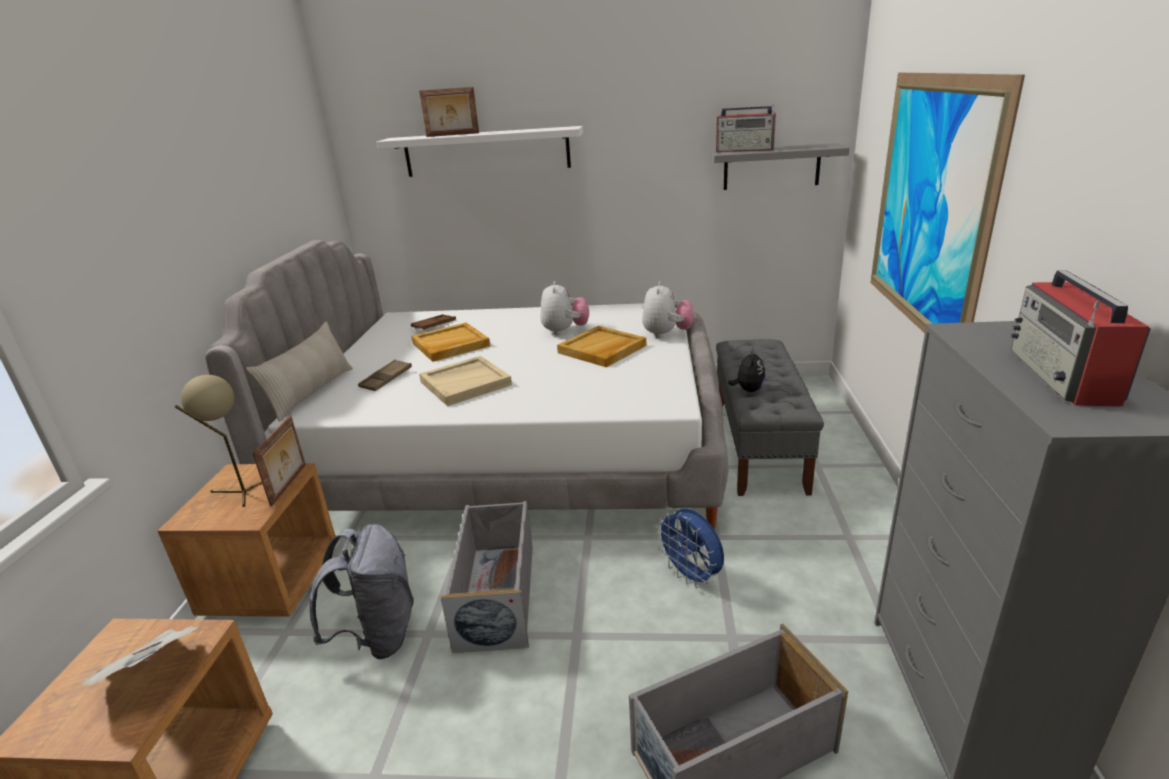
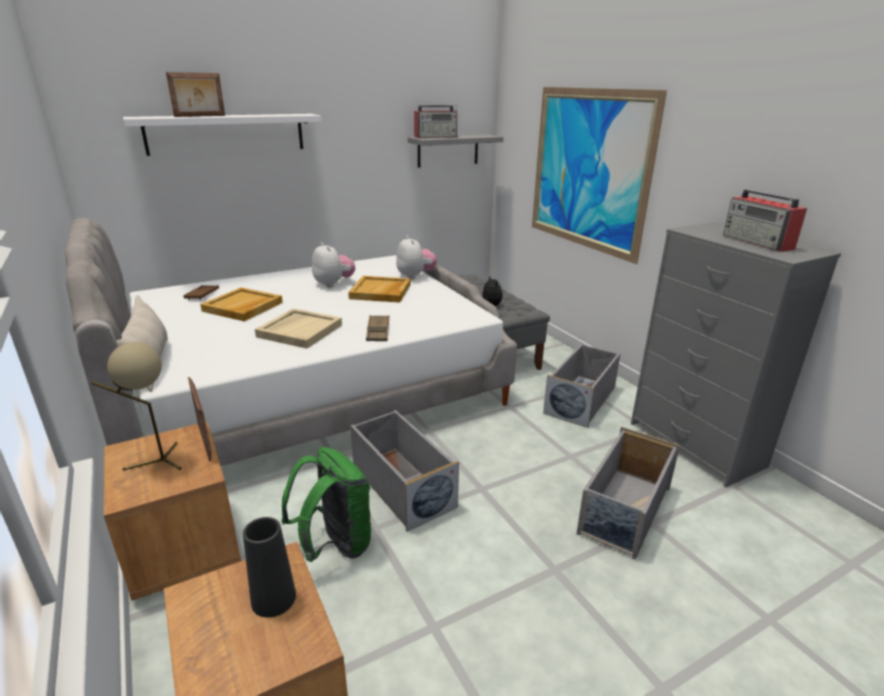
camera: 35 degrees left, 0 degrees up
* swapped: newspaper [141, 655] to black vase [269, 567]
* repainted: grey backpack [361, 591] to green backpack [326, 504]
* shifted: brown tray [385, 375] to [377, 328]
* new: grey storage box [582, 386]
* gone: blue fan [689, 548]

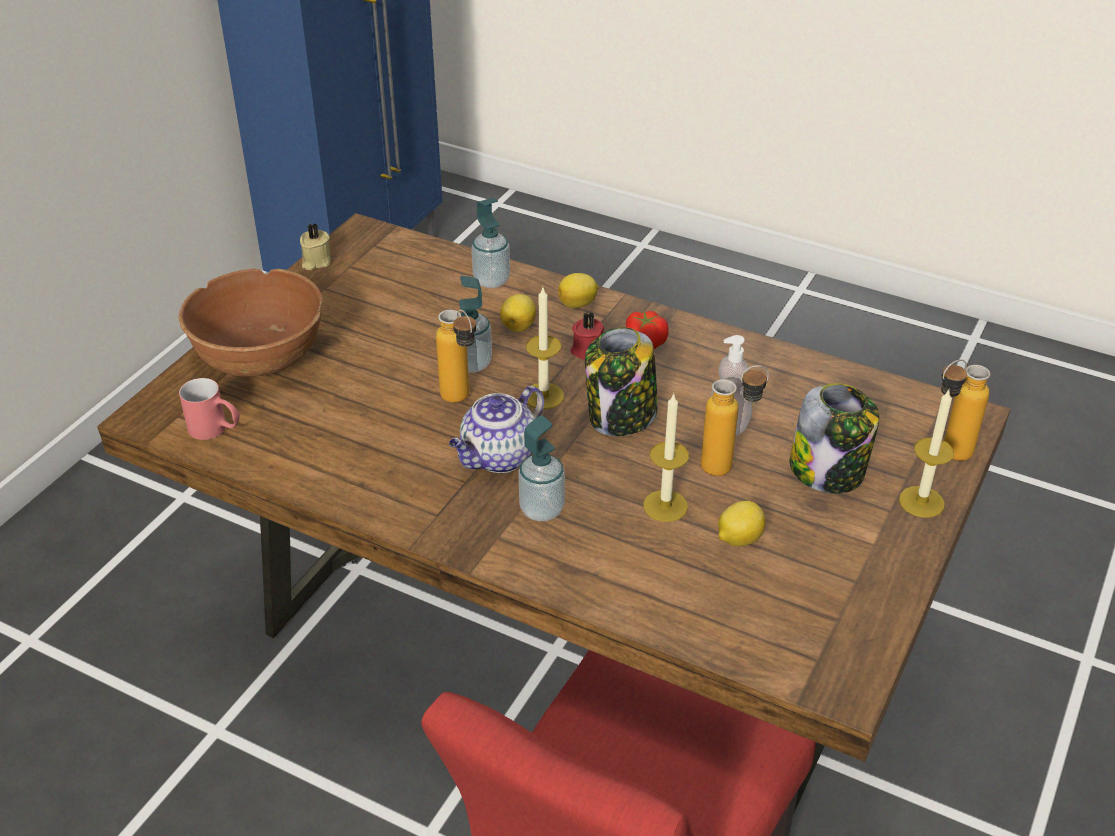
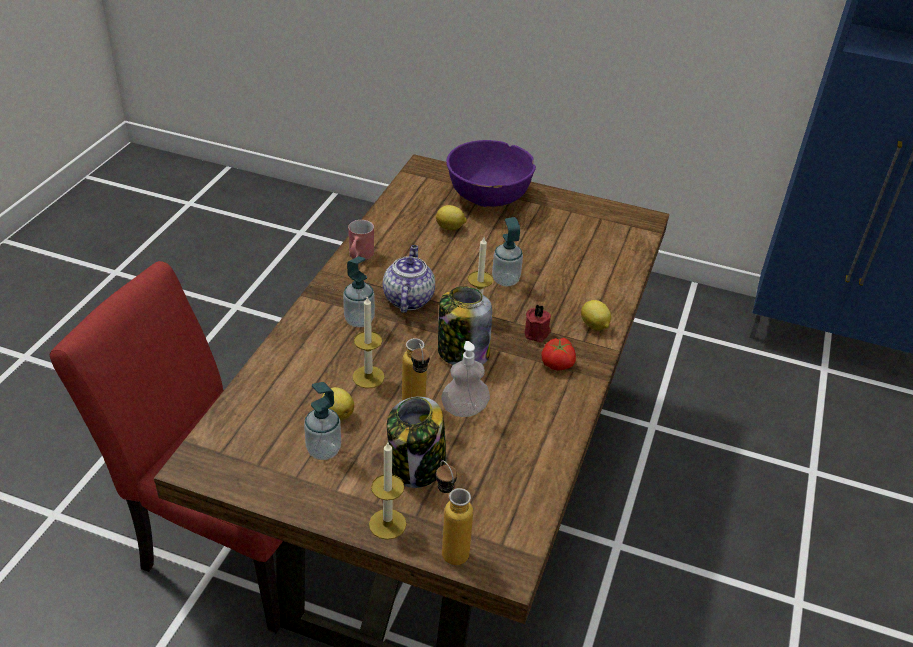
camera: 80 degrees right, 0 degrees up
* shifted: soap dispenser [490, 243] to [322, 421]
* shifted: red mug [209, 409] to [361, 240]
* rotated: teapot [496, 429] = [409, 279] 60 degrees clockwise
* shifted: lemon [518, 313] to [451, 217]
* repainted: brown bowl [251, 322] to purple bowl [491, 173]
* gone: beige candle [315, 246]
* gone: bottle [456, 356]

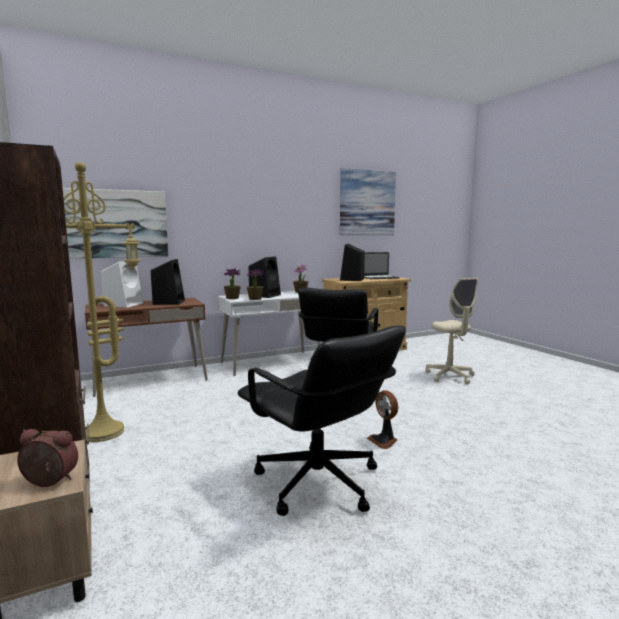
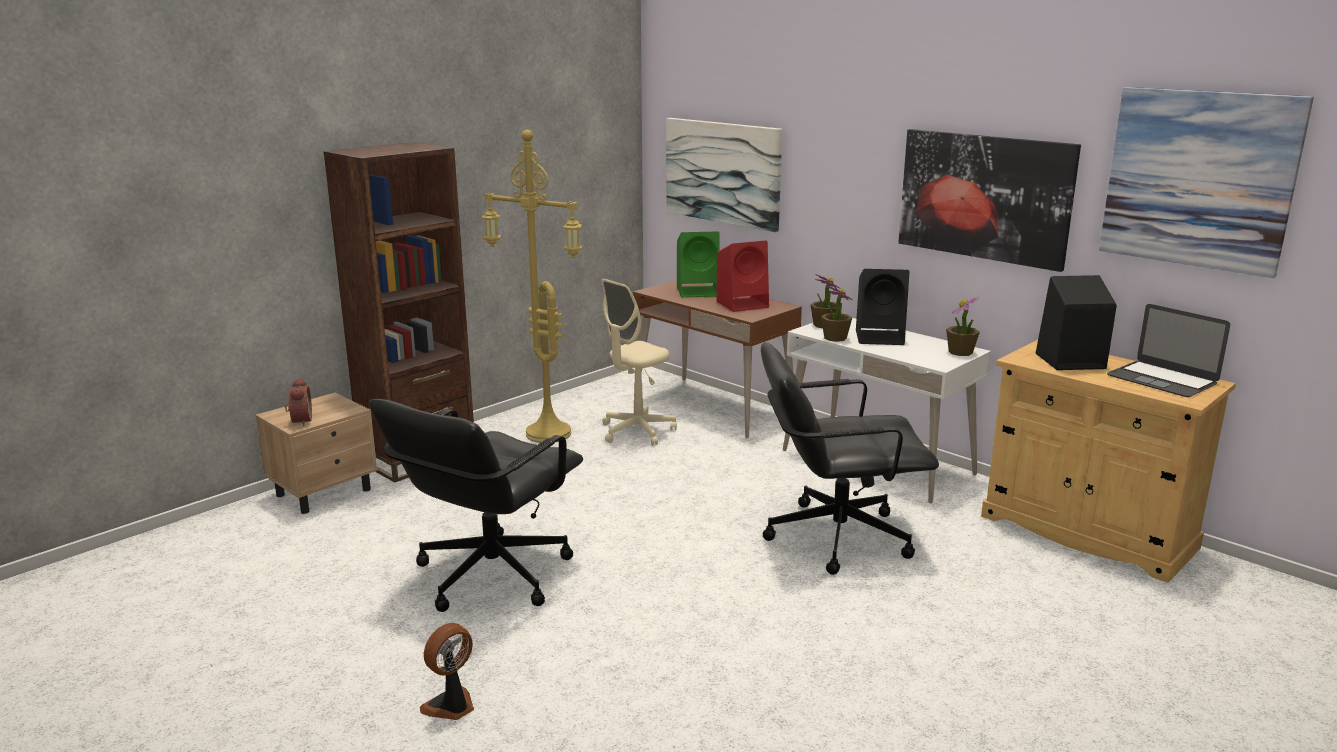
camera: 70 degrees right, 10 degrees up
* shifted: fan [382, 419] to [447, 671]
* shifted: beige office chair [451, 331] to [639, 362]
* repainted: white speaker [122, 284] to green speaker [698, 264]
* repainted: black speaker [168, 282] to red speaker [742, 276]
* new: picture [989, 200]

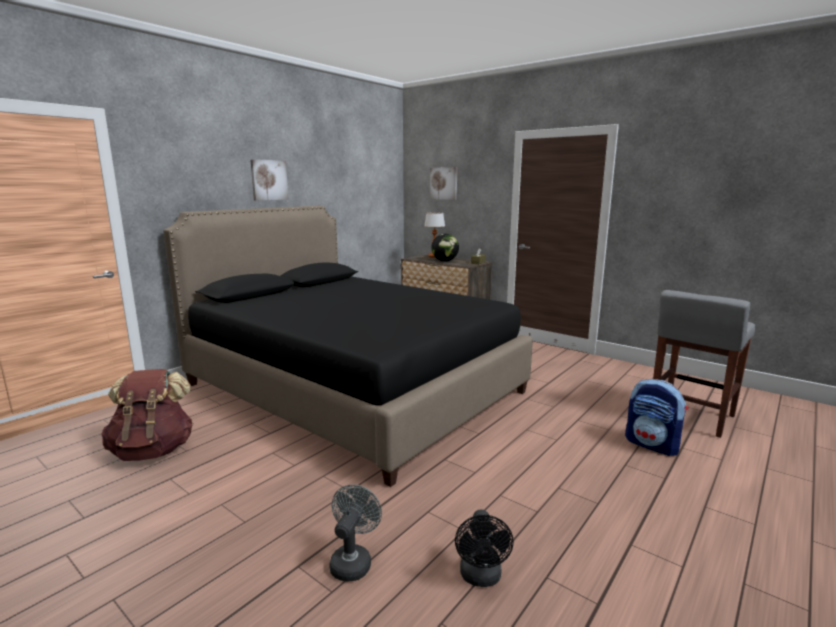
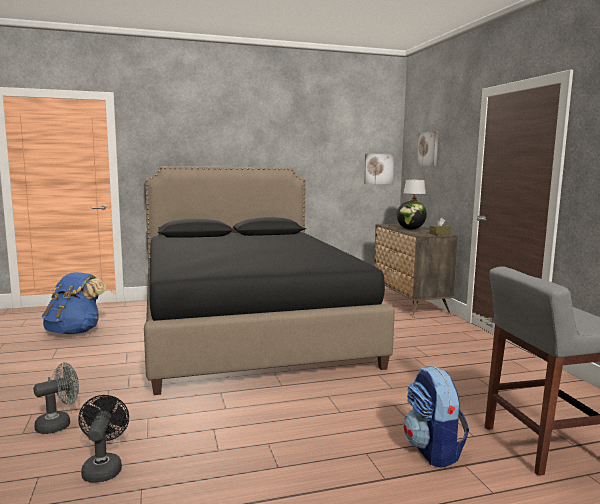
camera: 35 degrees right, 5 degrees down
* repainted: brown backpack [147, 415] to blue backpack [74, 303]
* rotated: black fan [484, 548] = [103, 438] 135 degrees clockwise
* shifted: picture [269, 180] to [379, 168]

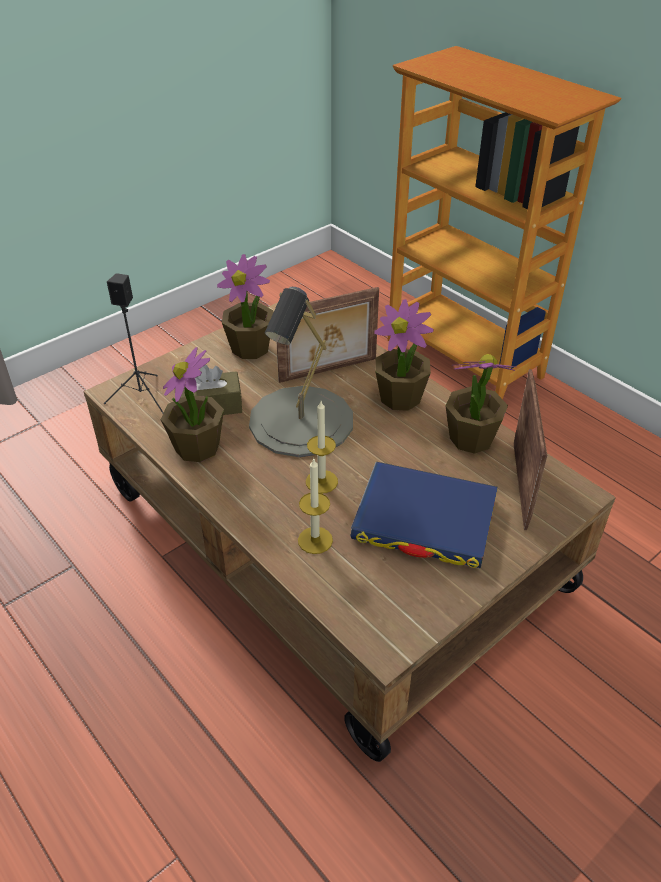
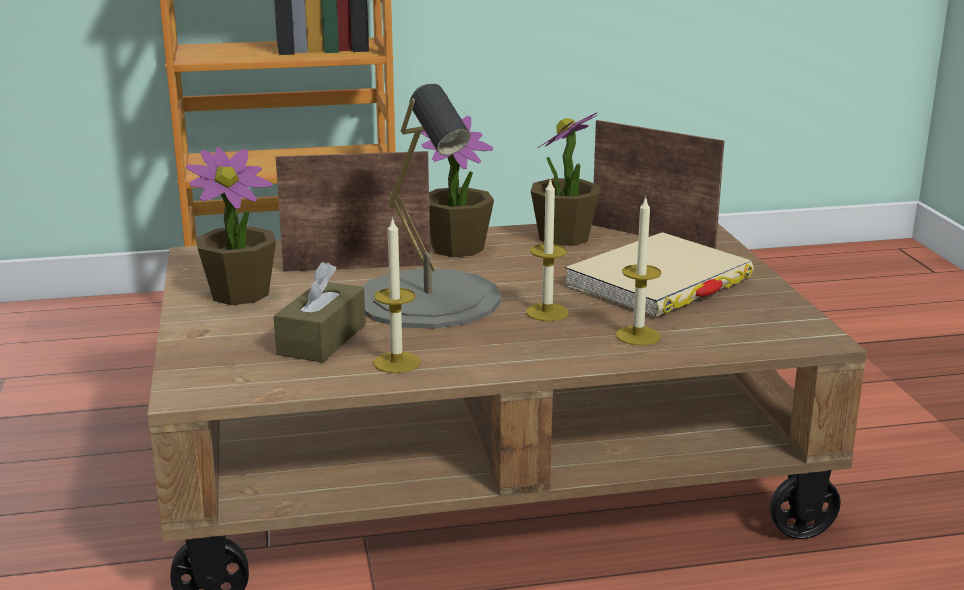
camera: 60 degrees left, 20 degrees down
* rotated: picture frame [327, 335] = [353, 211] 105 degrees counterclockwise
* swapped: potted plant [192, 404] to candle [397, 295]
* repainted: blue book [424, 515] to beige book [659, 274]
* gone: black speaker [133, 343]

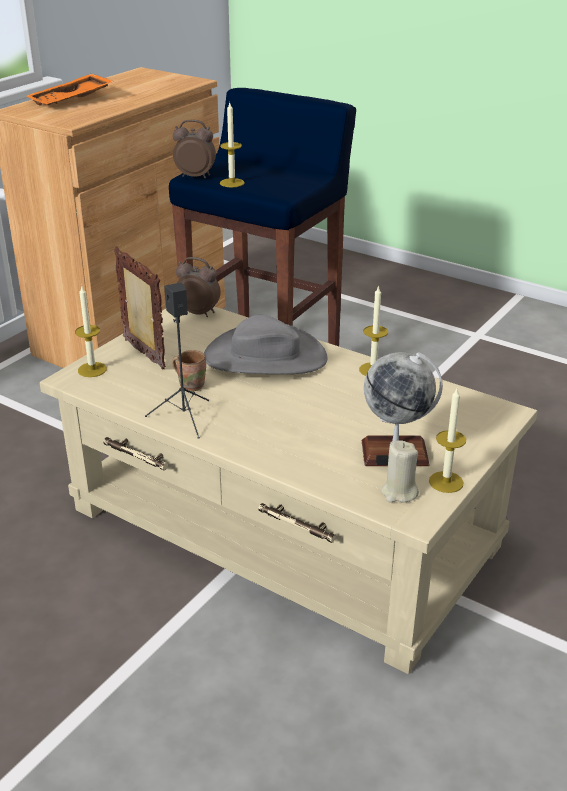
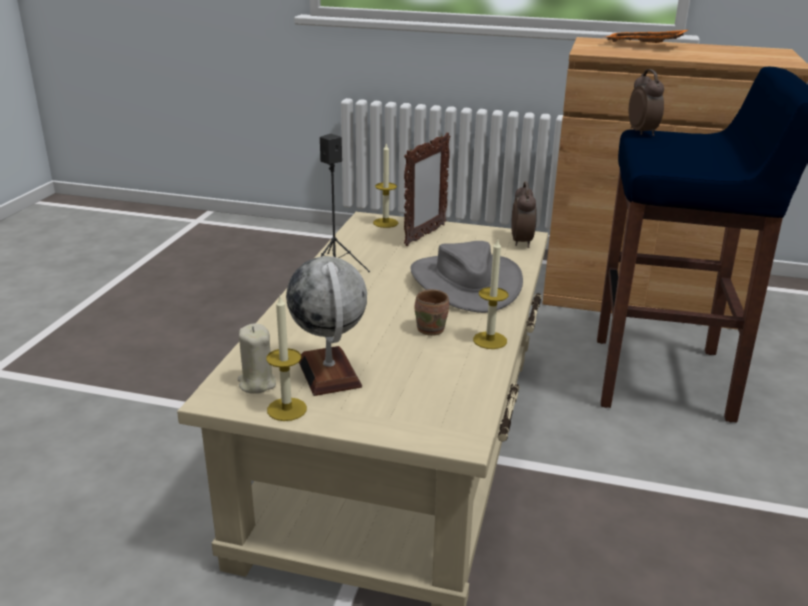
camera: 70 degrees right, 5 degrees down
* shifted: brown mug [189, 371] to [432, 312]
* gone: candle [232, 145]

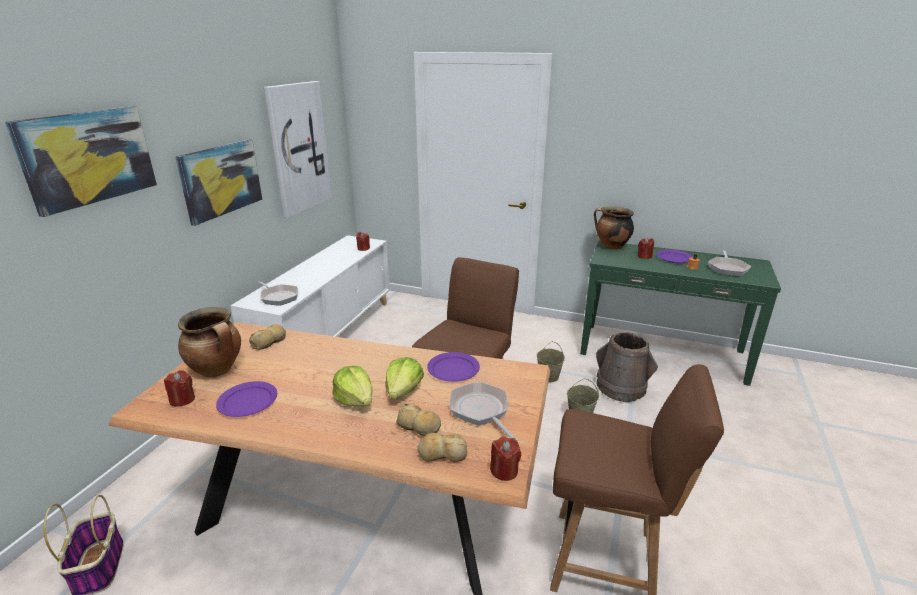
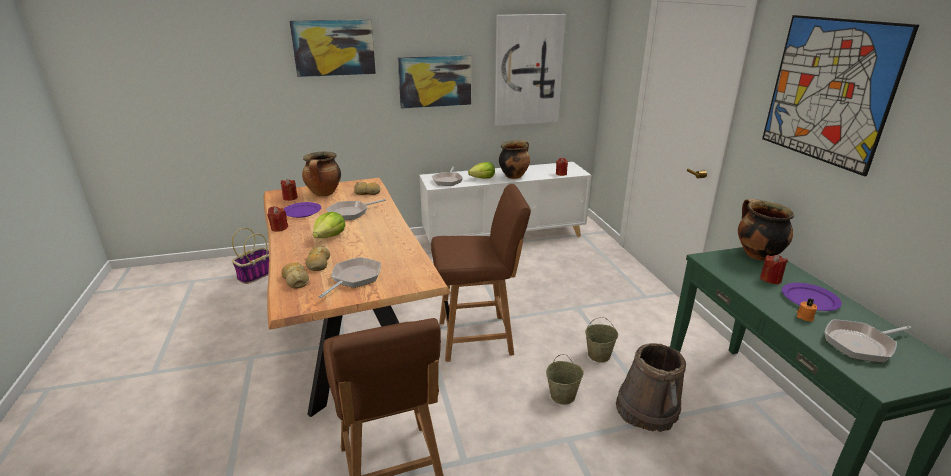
camera: 55 degrees right, 0 degrees up
* shifted: red candle [505, 459] to [277, 219]
* new: frying pan [356, 209]
* shifted: lettuce [404, 378] to [481, 170]
* new: cooking pot [514, 159]
* new: picture [840, 95]
* gone: purple plate [453, 367]

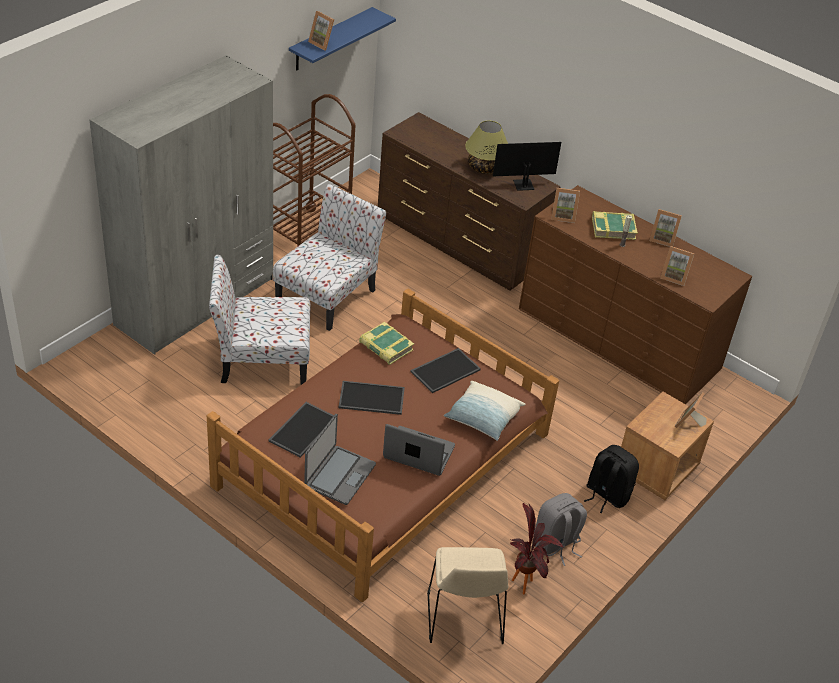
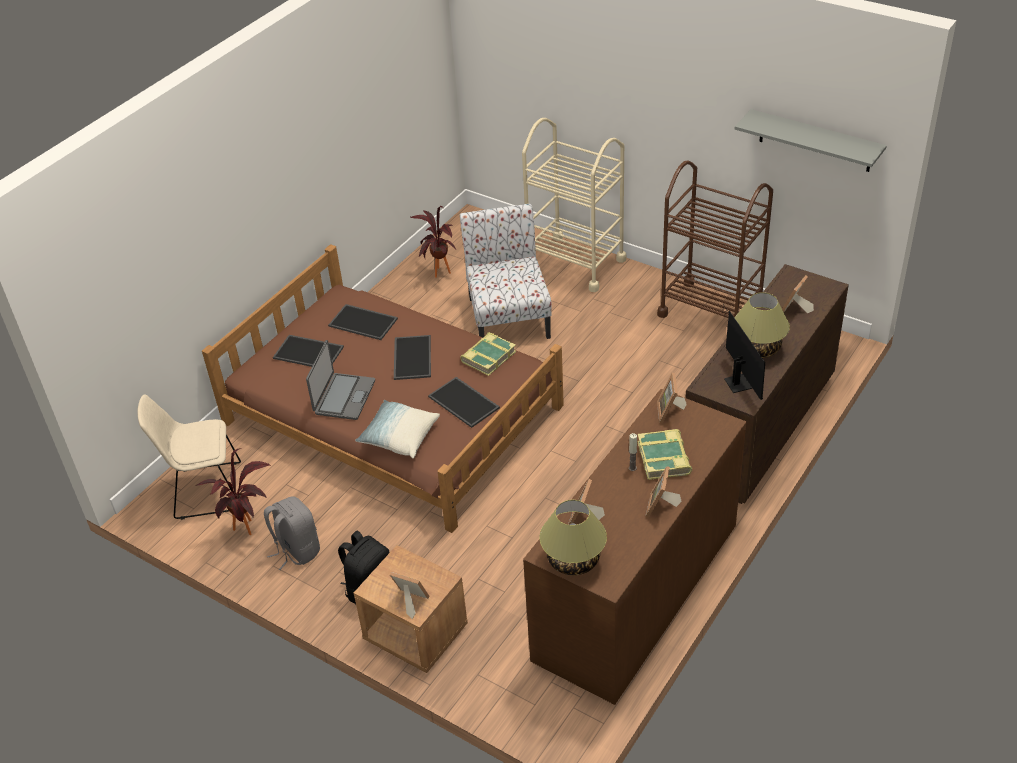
camera: 90 degrees right, 0 degrees up
* swapped: laptop [340, 459] to tray [308, 351]
* new: potted plant [433, 242]
* swapped: grey wardrobe [181, 205] to beige cart [574, 205]
* new: table lamp [573, 537]
* repainted: blue shelf [342, 38] to grey shelf [811, 140]
* shifted: picture frame [321, 31] to [798, 294]
* gone: chair [329, 257]

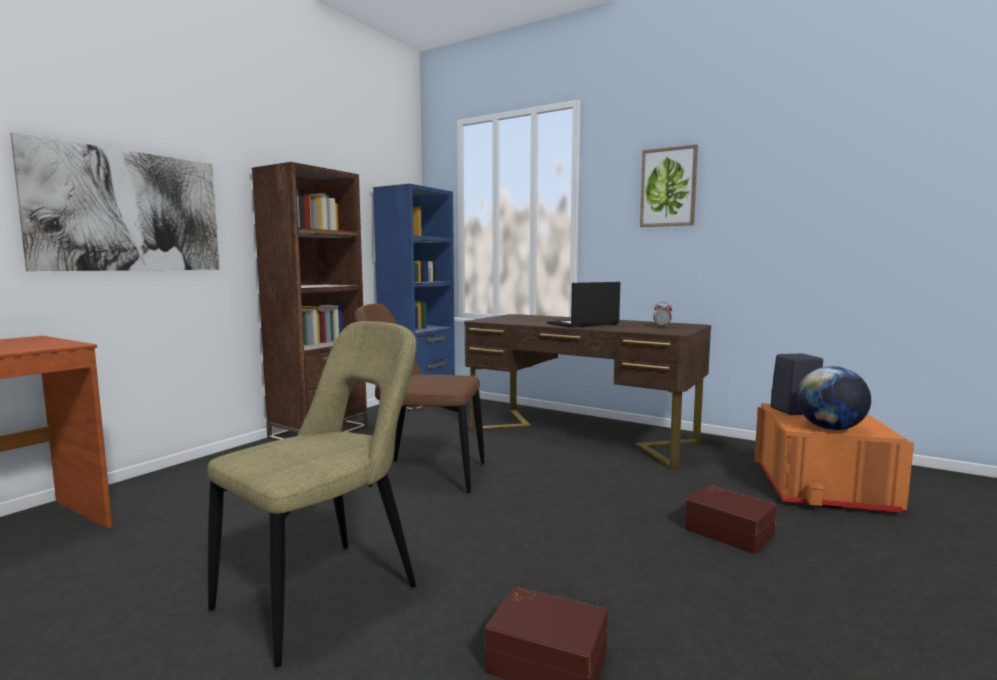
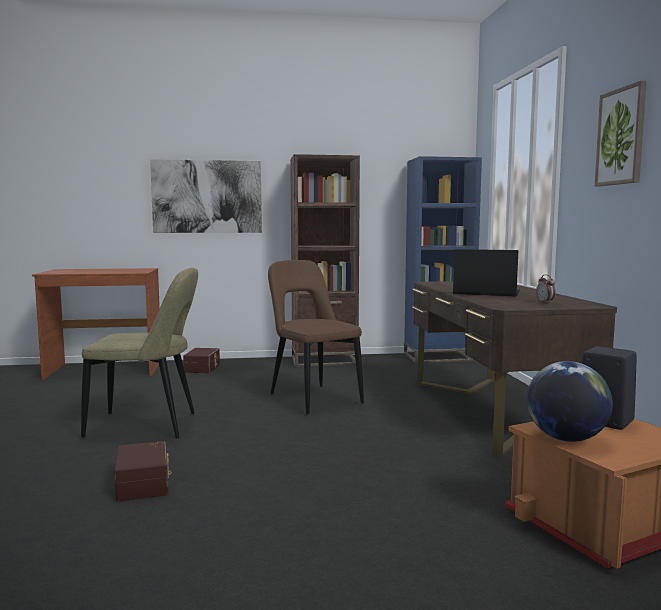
camera: 50 degrees right, 0 degrees up
* shifted: brown storage box [731, 519] to [201, 360]

